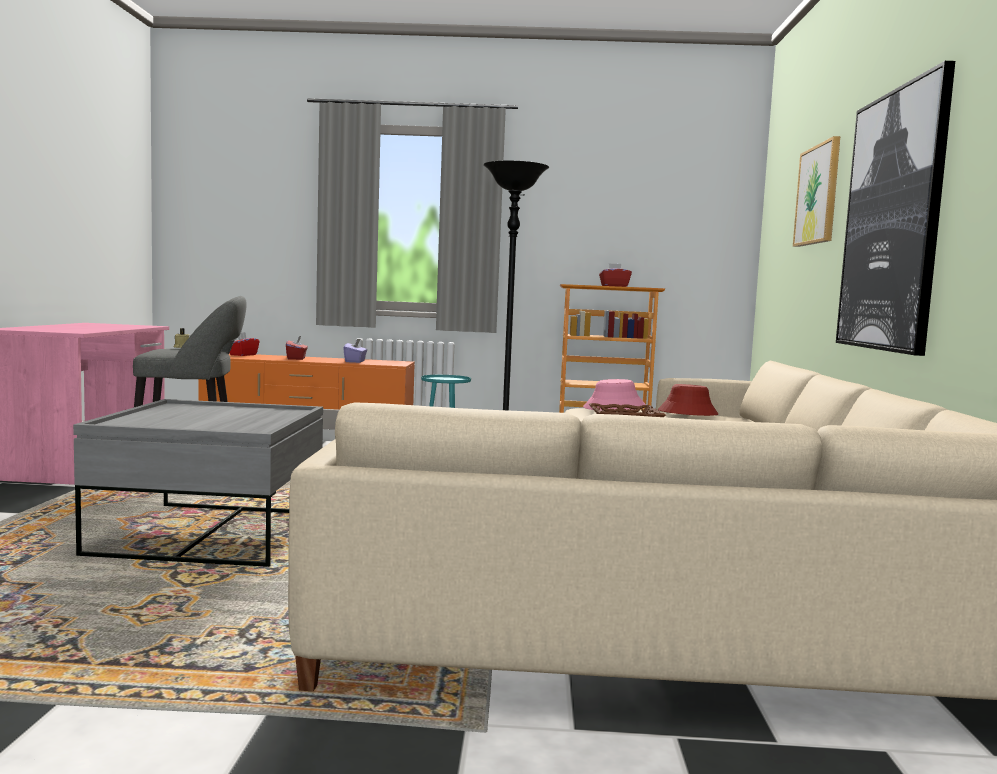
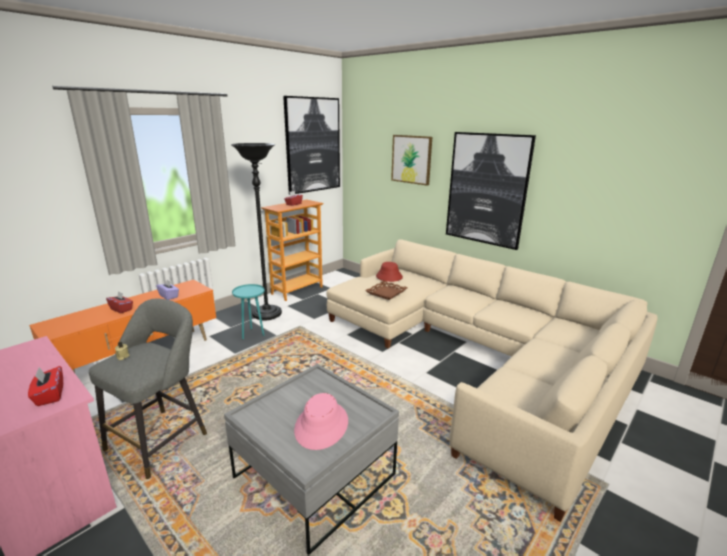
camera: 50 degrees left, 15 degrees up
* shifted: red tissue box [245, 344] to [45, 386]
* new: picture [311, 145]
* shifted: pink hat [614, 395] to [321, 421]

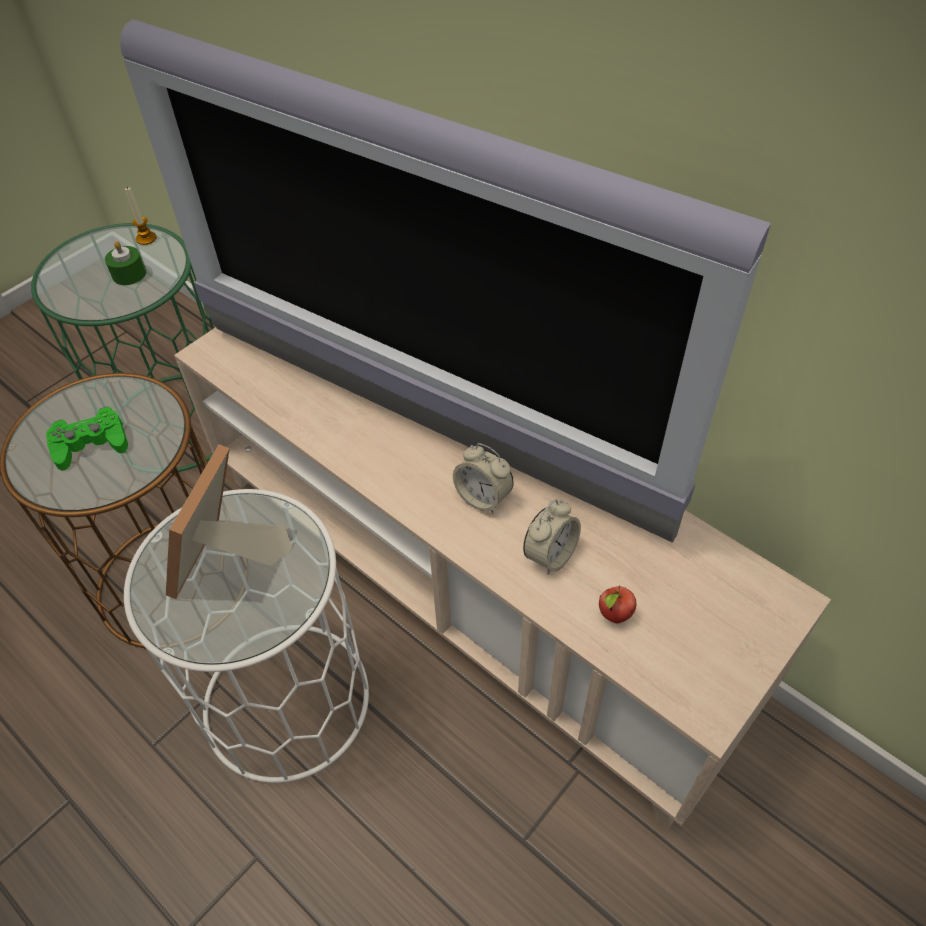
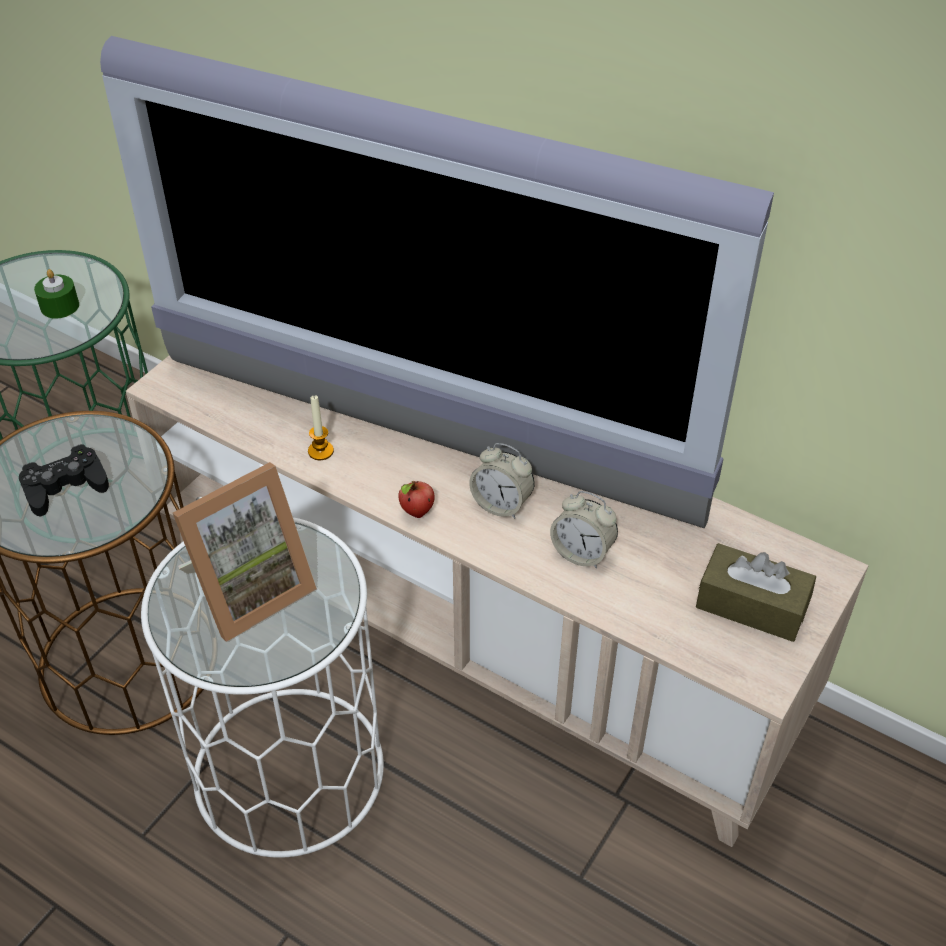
camera: 10 degrees left, 5 degrees down
* repainted: green game controller [87, 438] to black game controller [64, 480]
* rotated: picture frame [229, 521] = [245, 552] 135 degrees counterclockwise
* shifted: candle [141, 216] to [321, 427]
* shifted: apple [617, 605] to [416, 499]
* rotated: alarm clock [552, 537] = [584, 530] 90 degrees clockwise
* new: brown tissue box [756, 592]

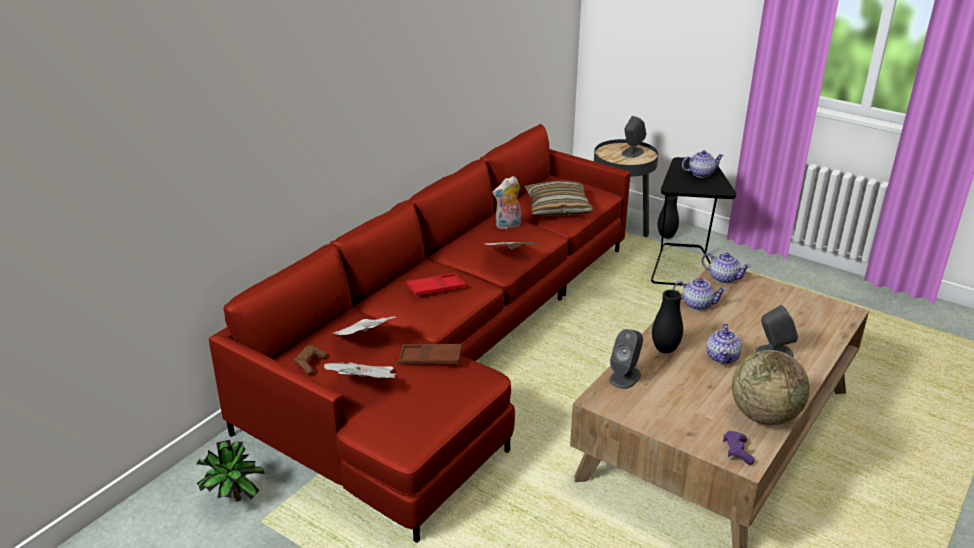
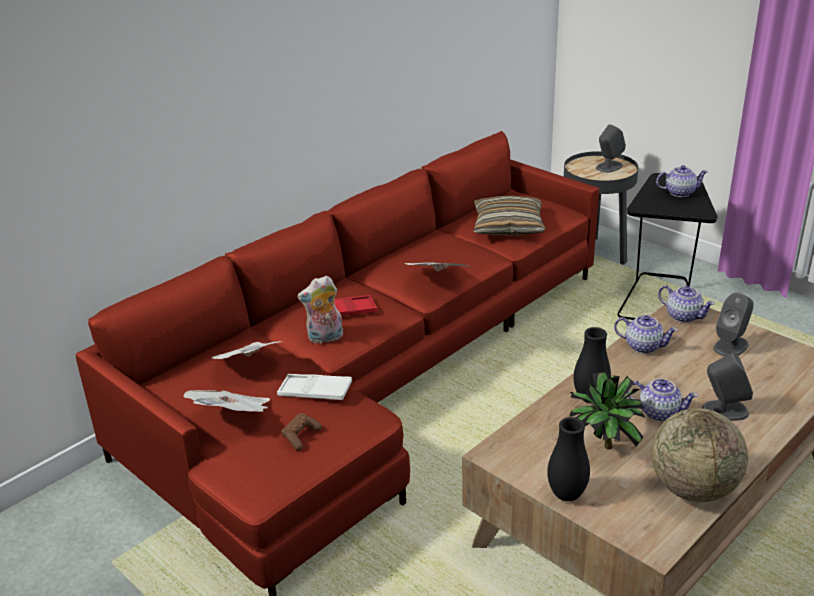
camera: 10 degrees right, 0 degrees up
* repainted: brown tray [430, 354] to white tray [314, 387]
* shifted: brown game controller [310, 360] to [301, 432]
* shifted: plush toy [507, 202] to [320, 310]
* shifted: black vase [668, 217] to [568, 459]
* shifted: potted plant [231, 470] to [607, 410]
* rotated: teapot [724, 343] = [662, 400] 90 degrees counterclockwise
* shifted: grey speaker [626, 359] to [733, 325]
* gone: purple game controller [739, 448]

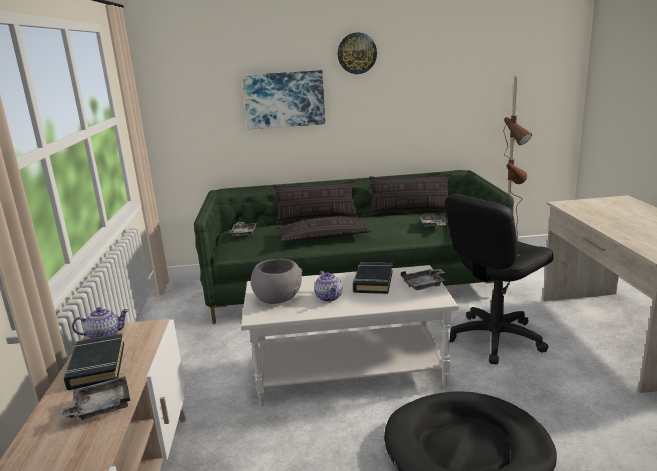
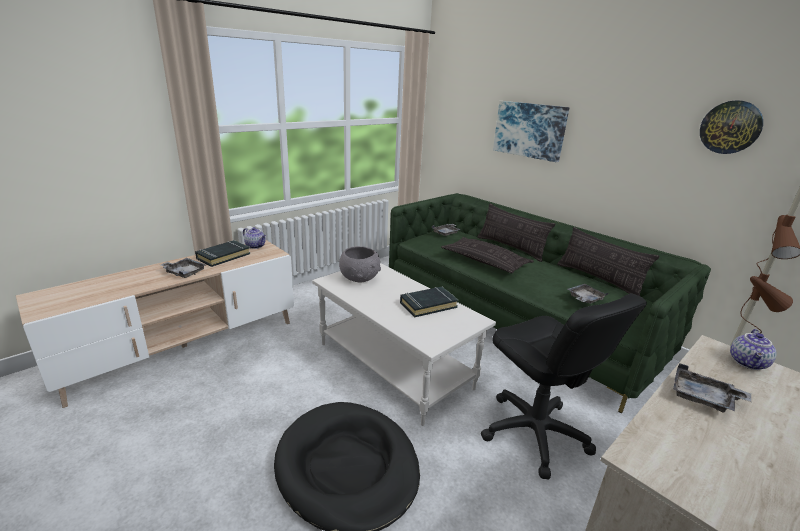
camera: 50 degrees right, 5 degrees up
* rotated: black office chair [499, 279] = [564, 386] 135 degrees counterclockwise
* shifted: grey tray [423, 279] to [712, 388]
* shifted: wall clock [357, 53] to [731, 127]
* shifted: teapot [328, 286] to [753, 349]

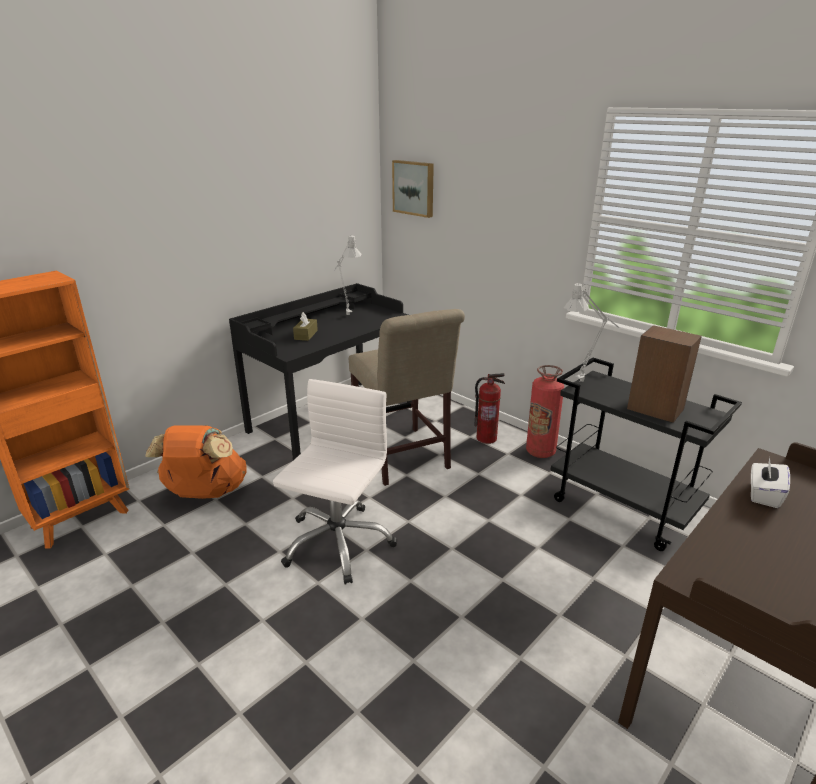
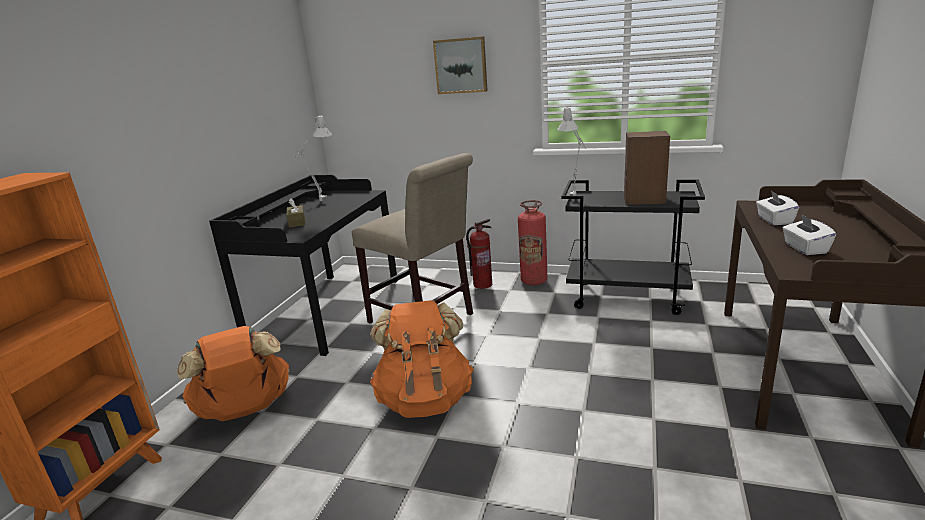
camera: 25 degrees left, 5 degrees down
* swapped: white office chair [335, 481] to orange backpack [421, 359]
* shifted: picture [413, 189] to [460, 65]
* new: white tissue box [809, 234]

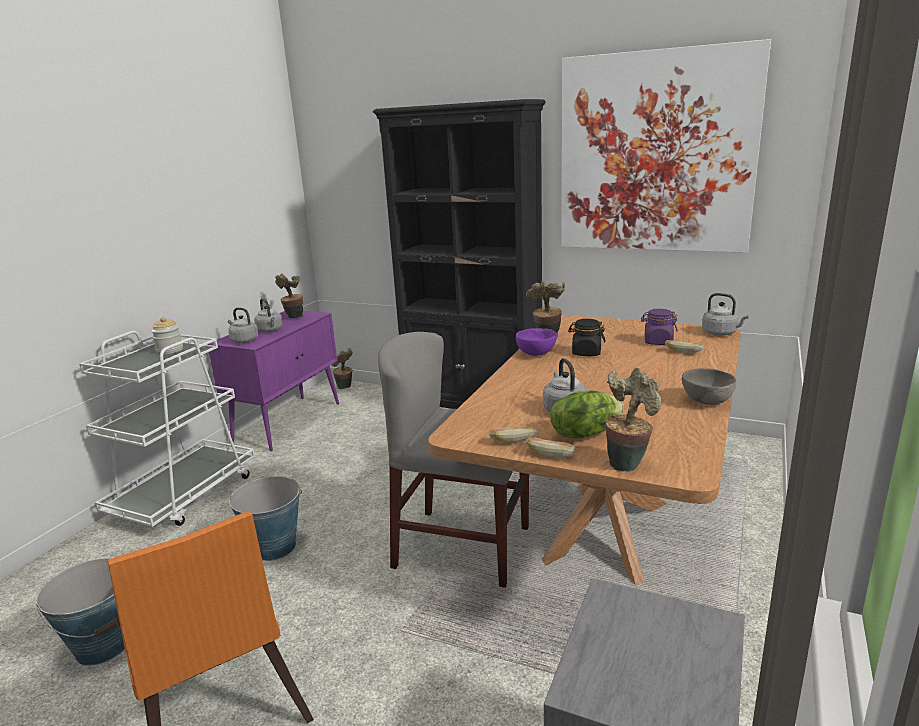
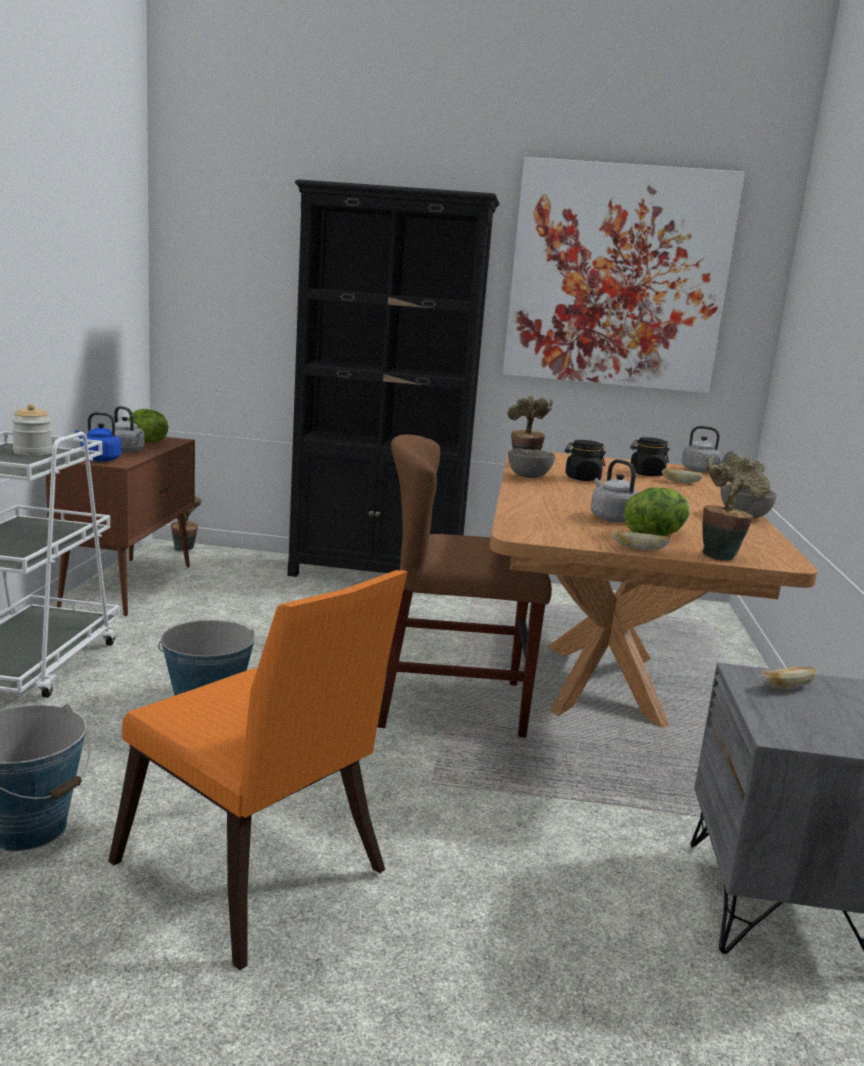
camera: 20 degrees left, 5 degrees down
* repainted: purple cabinet [273, 381] to brown cabinet [120, 526]
* repainted: grey kettle [243, 325] to blue kettle [98, 437]
* swapped: potted plant [289, 295] to lettuce [148, 426]
* repainted: grey chair [453, 460] to brown chair [464, 586]
* repainted: purple bowl [536, 342] to grey bowl [531, 463]
* repainted: purple jar [659, 327] to black jar [649, 456]
* shifted: bread [513, 434] to [788, 678]

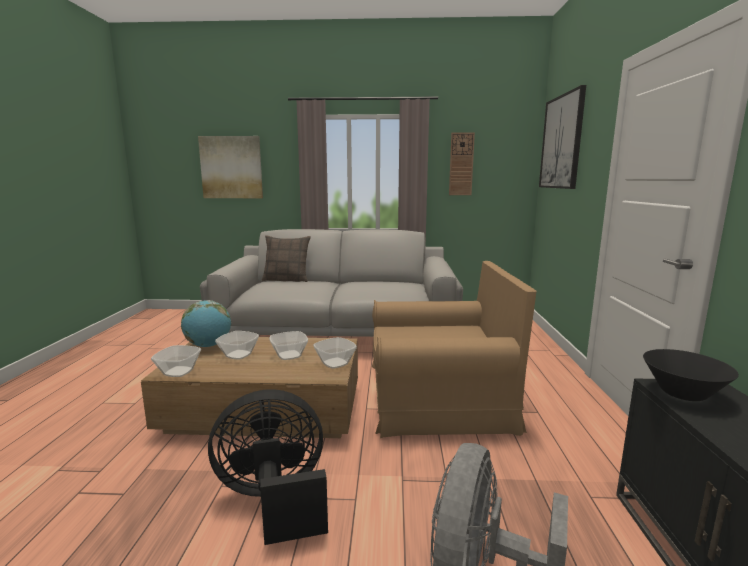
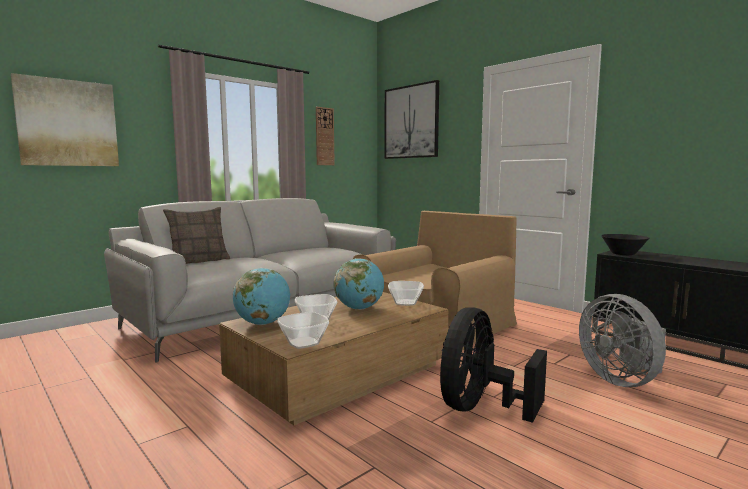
camera: 45 degrees left, 5 degrees down
* swapped: bowl [288, 345] to globe [359, 284]

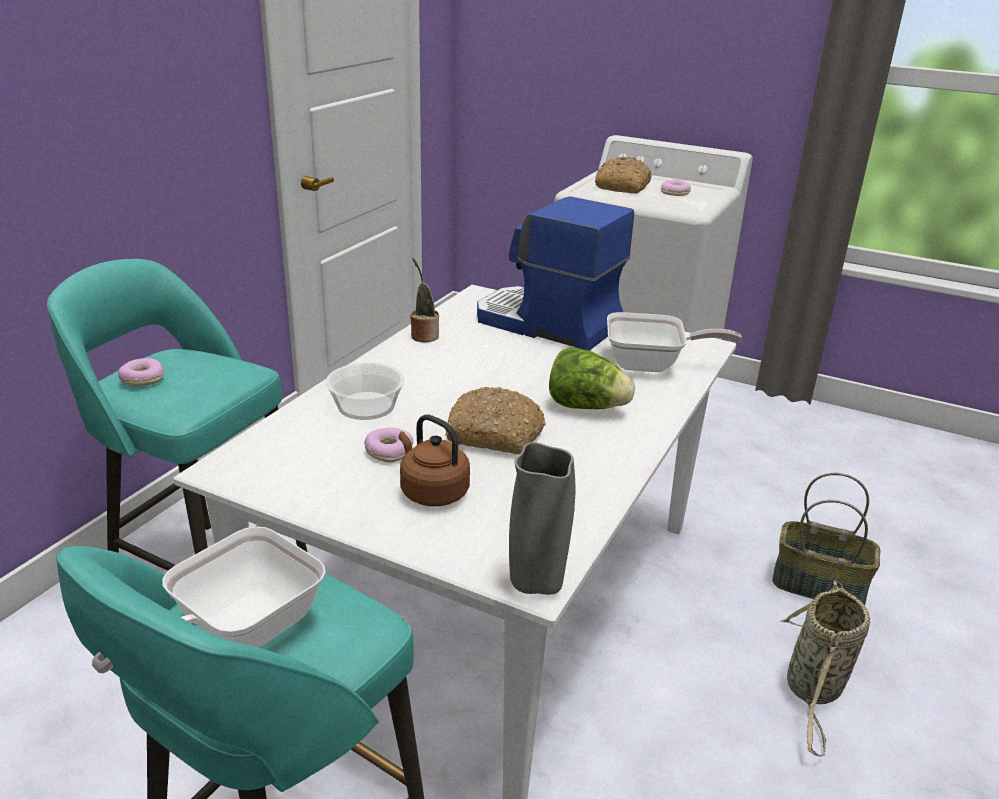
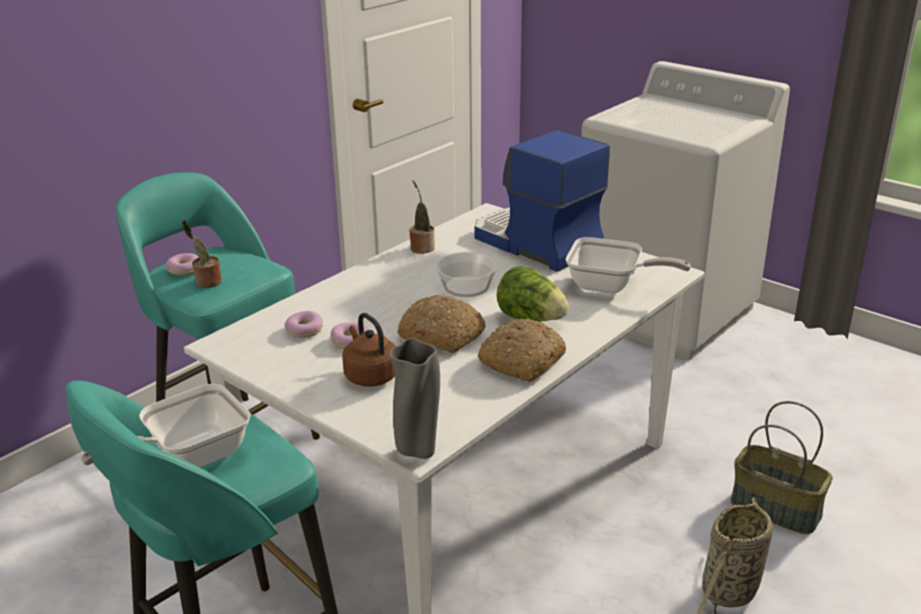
camera: 15 degrees right, 0 degrees up
* new: potted plant [202, 254]
* shifted: donut [676, 187] to [303, 324]
* shifted: bowl [365, 391] to [466, 274]
* shifted: bread [623, 175] to [522, 350]

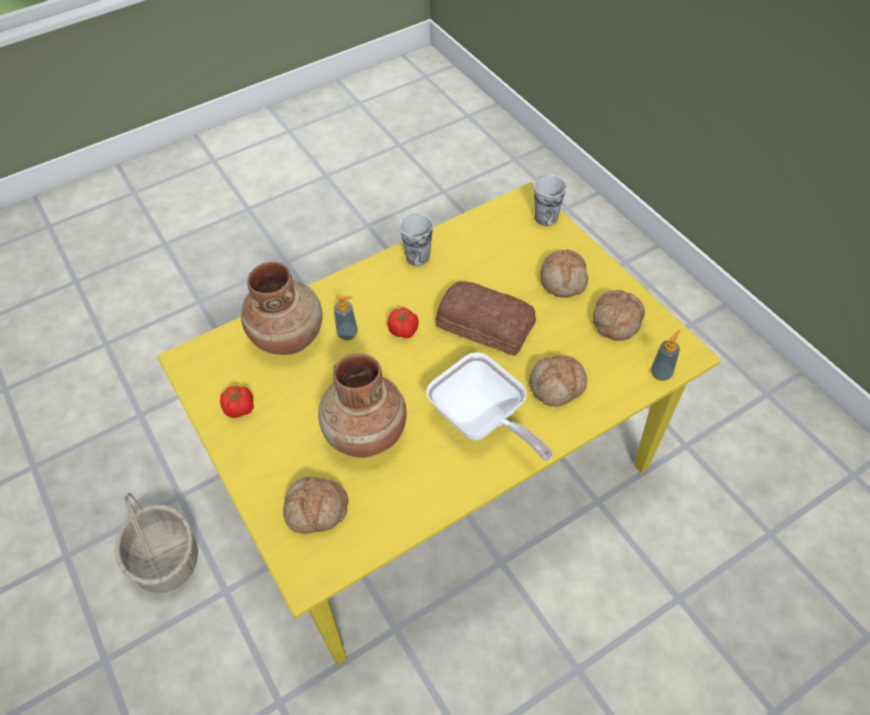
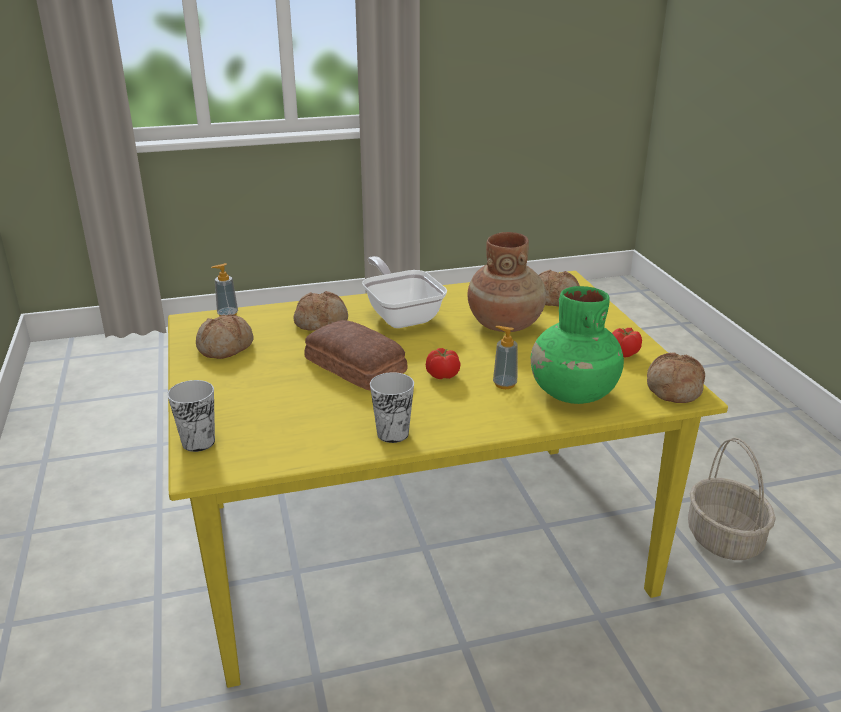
camera: 165 degrees left, 25 degrees down
* repainted: brown vase [281, 308] to green vase [577, 345]
* shifted: bread [564, 273] to [676, 377]

